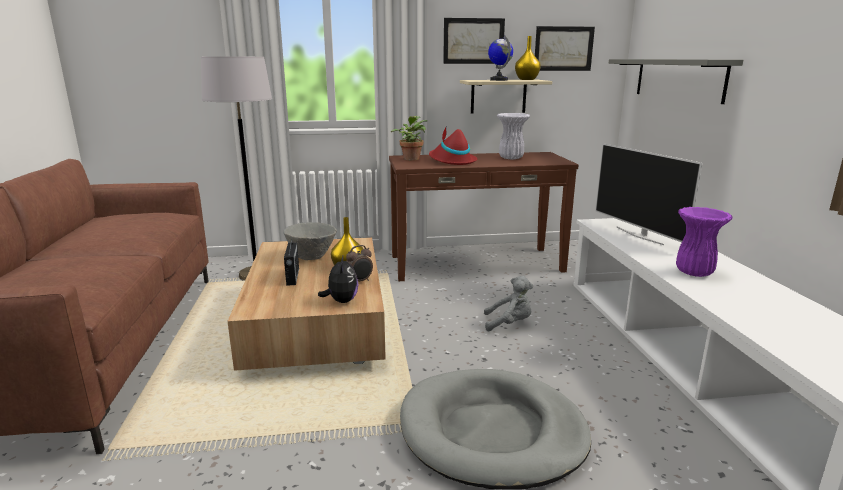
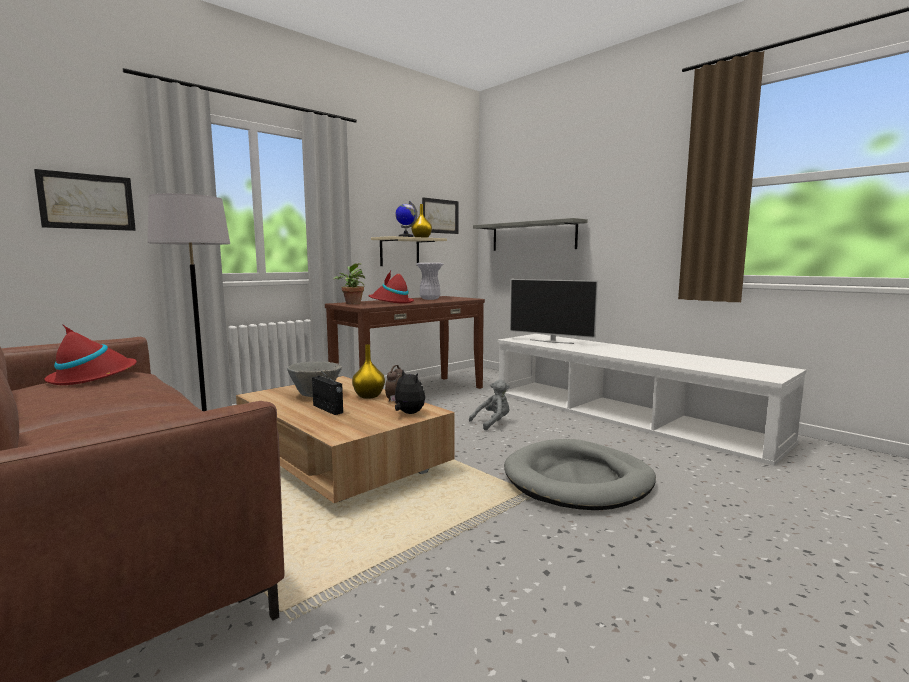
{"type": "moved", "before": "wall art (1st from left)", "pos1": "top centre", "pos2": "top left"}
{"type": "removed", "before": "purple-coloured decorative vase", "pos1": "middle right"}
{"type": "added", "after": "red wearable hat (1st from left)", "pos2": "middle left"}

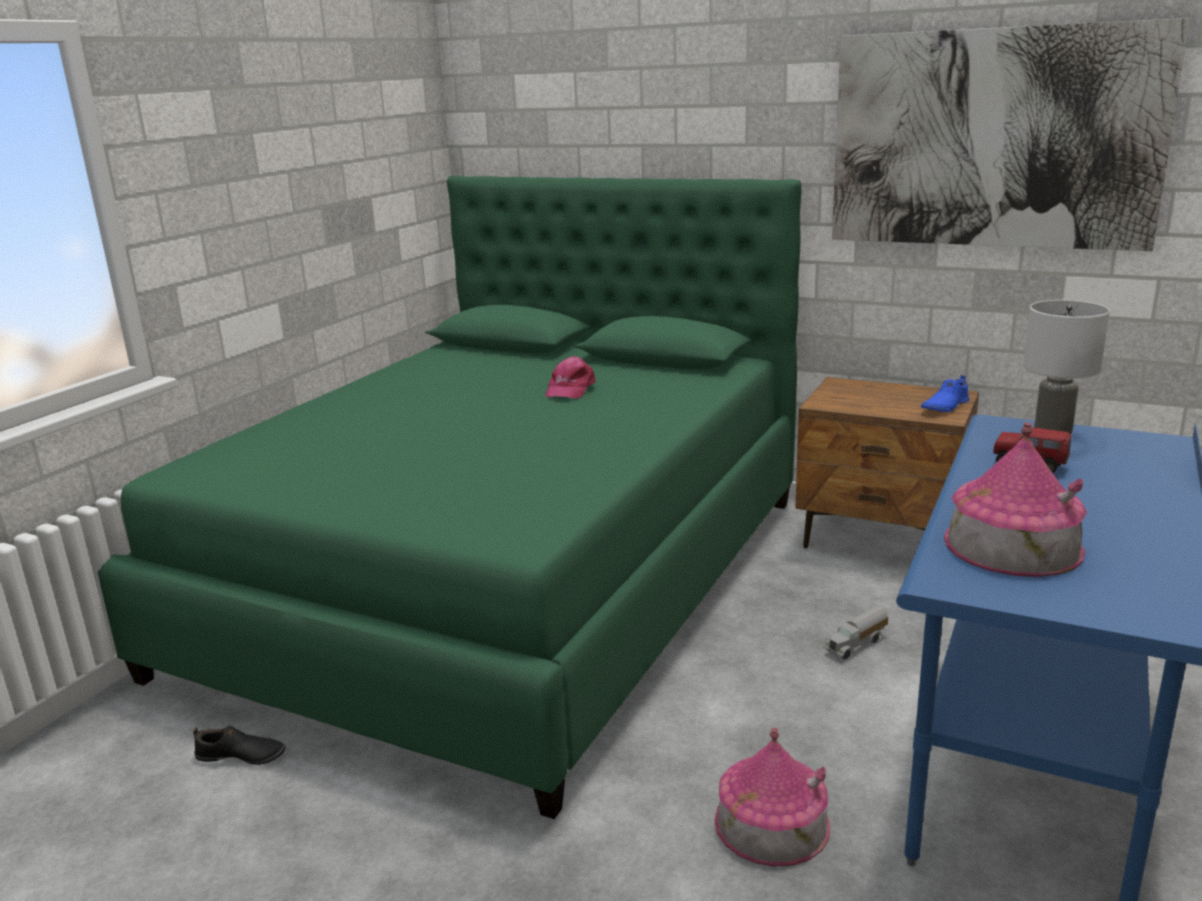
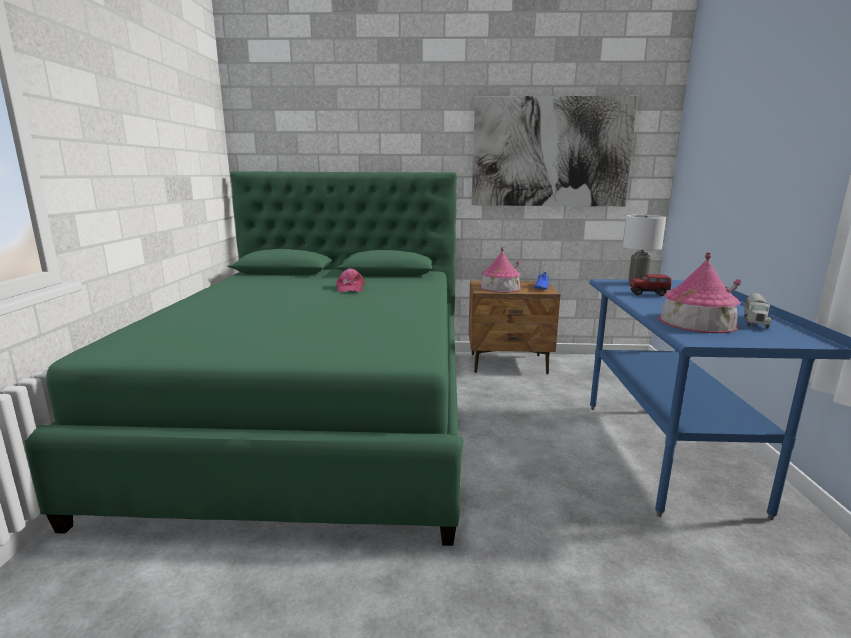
{"type": "removed", "before": "blackish low shoe", "pos1": "bottom left"}
{"type": "moved", "before": "model house (1st from left)", "pos1": "bottom centre", "pos2": "centre"}
{"type": "moved", "before": "toy lorry (1st from left in the first image)", "after": "toy lorry (2nd from left)", "pos1": "bottom right", "pos2": "middle right"}

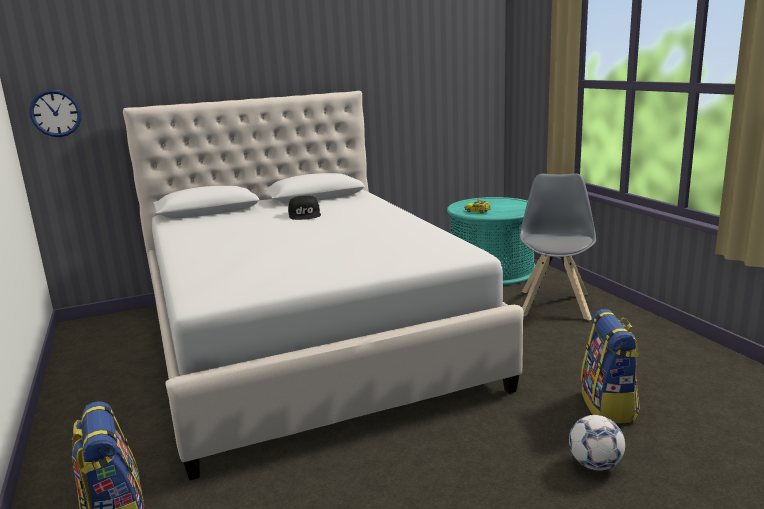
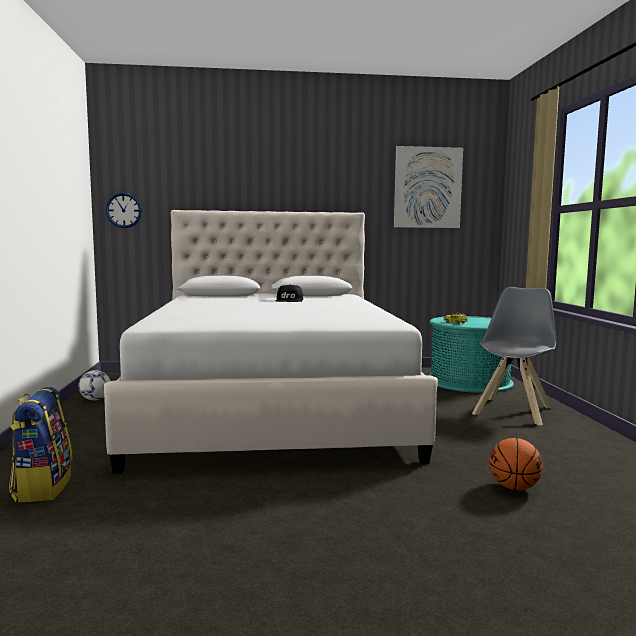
{"type": "moved", "before": "ball for football", "pos1": "bottom right", "pos2": "middle left"}
{"type": "replaced", "before": "rucksack (2nd from left)", "after": "basketball", "pos1": "bottom right", "pos2": "bottom right"}
{"type": "added", "after": "wall art", "pos2": "top right"}

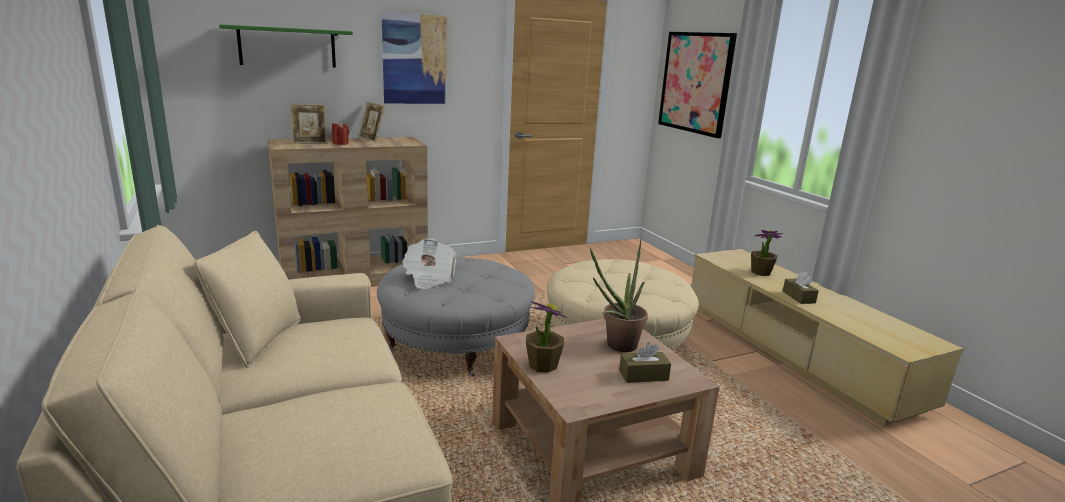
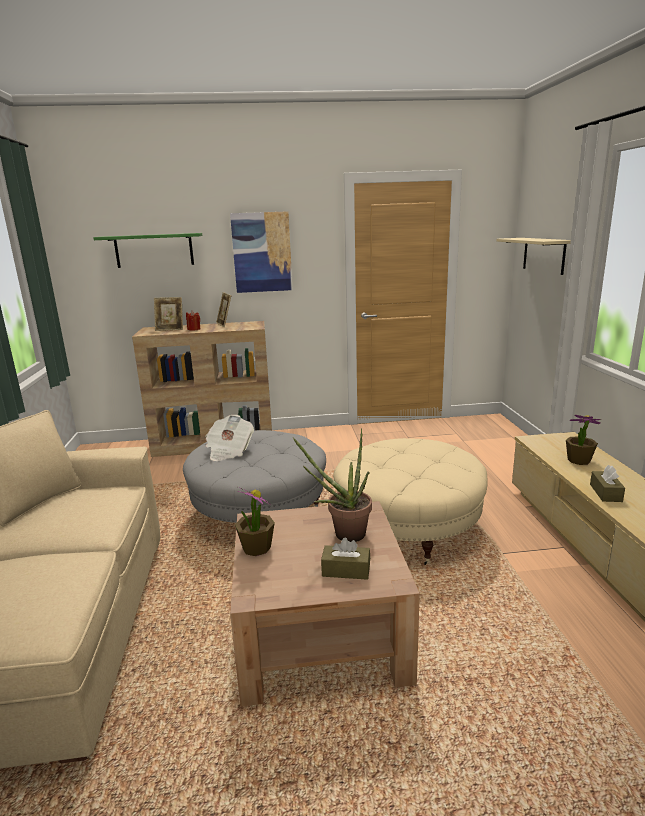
{"type": "replaced", "before": "wall art (2nd from left)", "after": "beige-coloured bracket shelf", "pos1": "top centre", "pos2": "top right"}

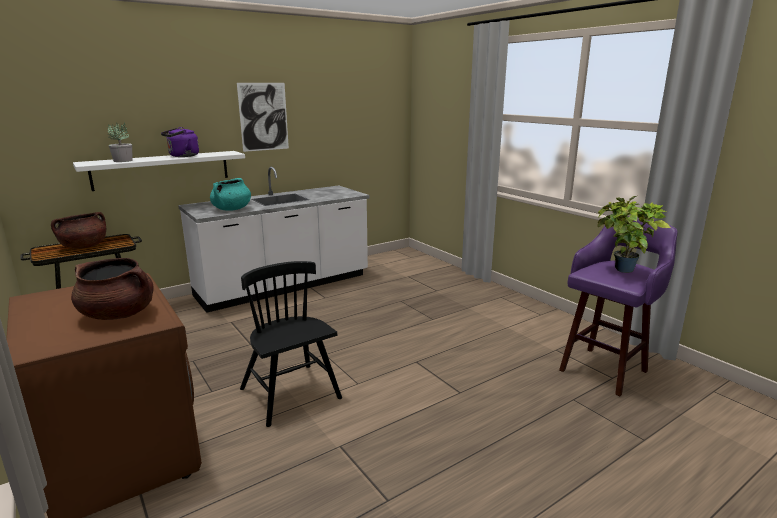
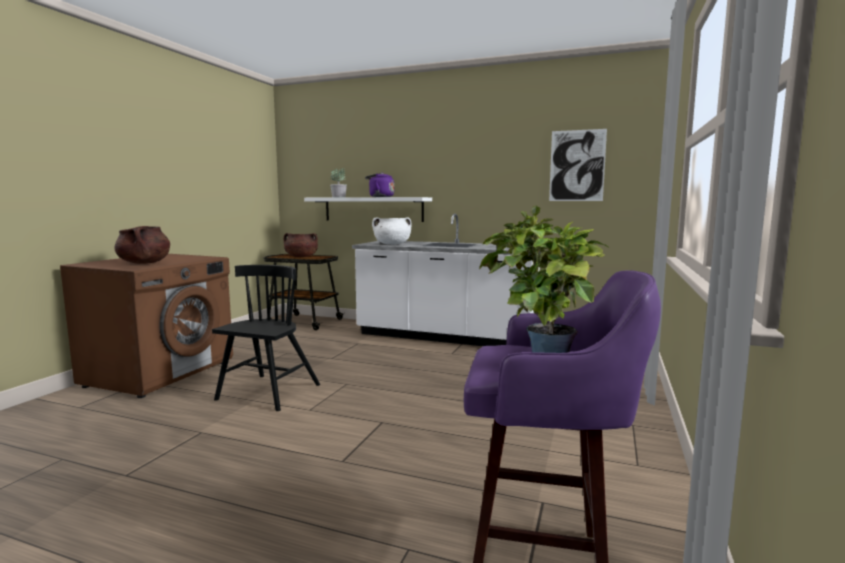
{"type": "recoloured", "before": "blue-green stockpot", "after": "whitish stockpot", "pos1": "middle left", "pos2": "centre"}
{"type": "moved", "before": "wall art", "pos1": "top centre", "pos2": "top right"}

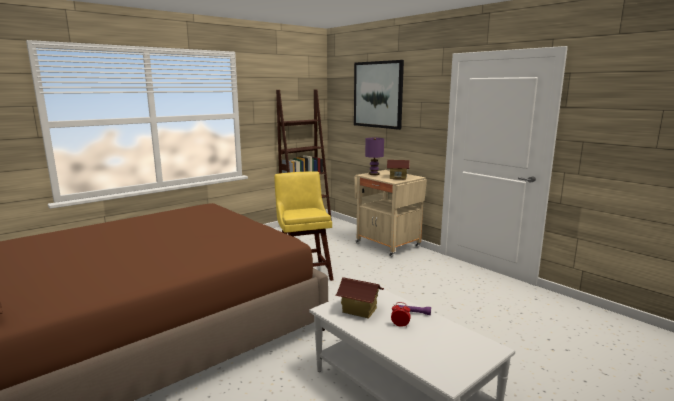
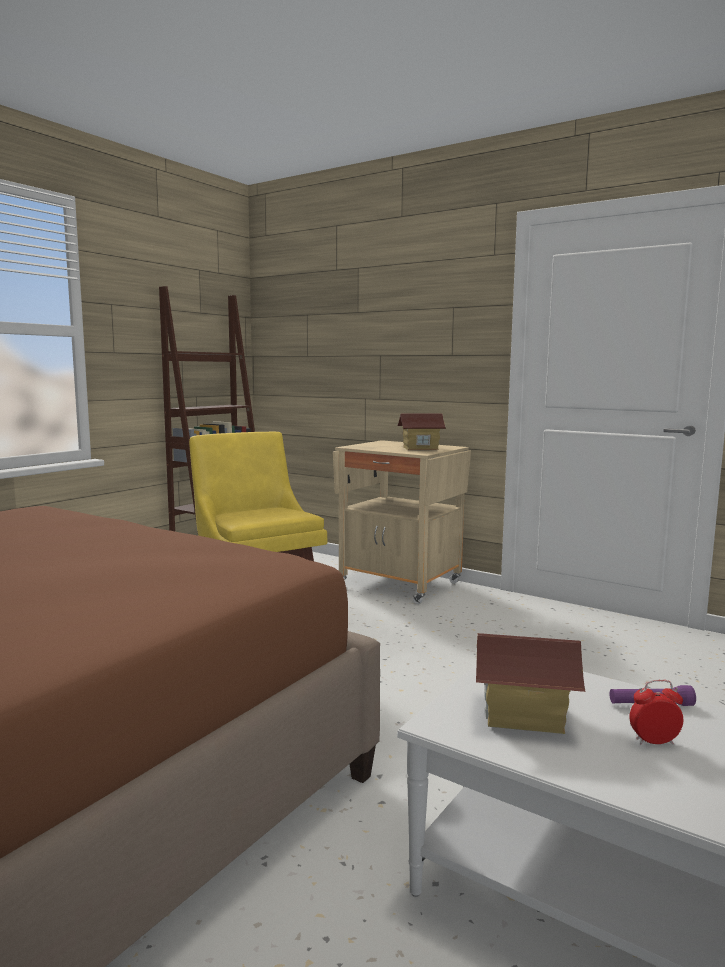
{"type": "removed", "before": "wall art", "pos1": "top centre"}
{"type": "removed", "before": "purple-coloured lamp for a table", "pos1": "centre"}

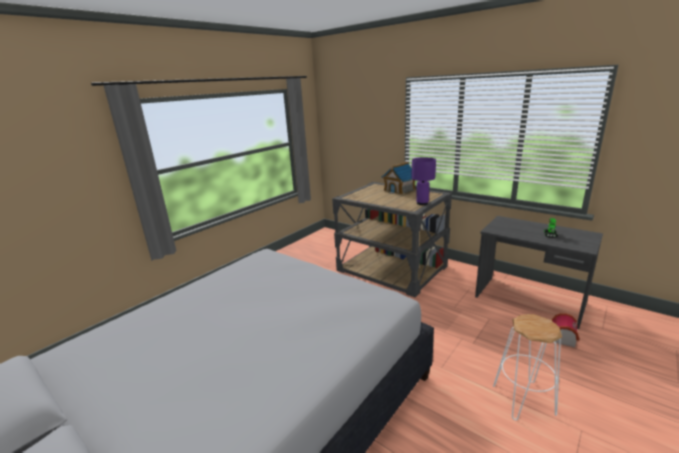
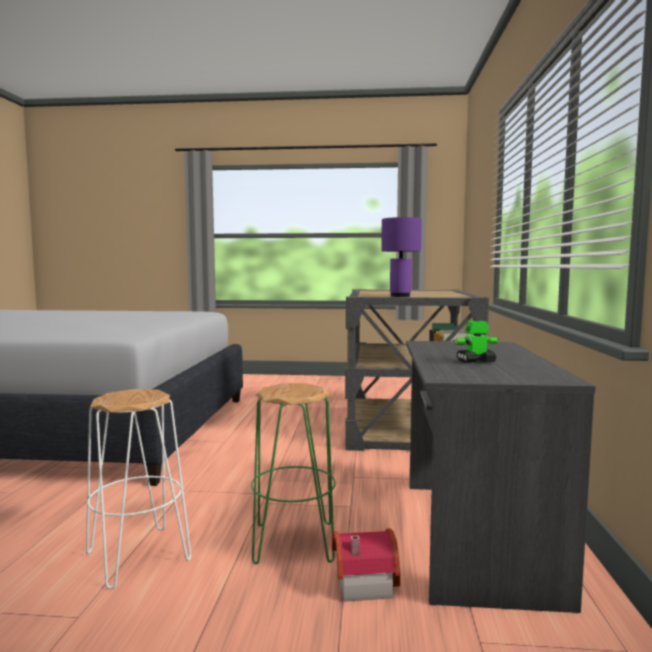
{"type": "removed", "before": "model house (1st from left)", "pos1": "centre"}
{"type": "added", "after": "green sitting stool", "pos2": "bottom centre"}

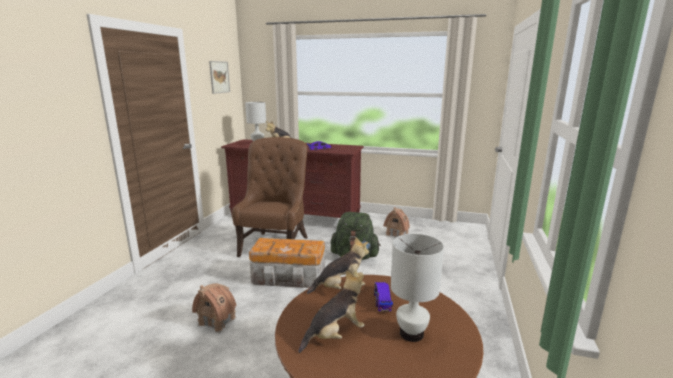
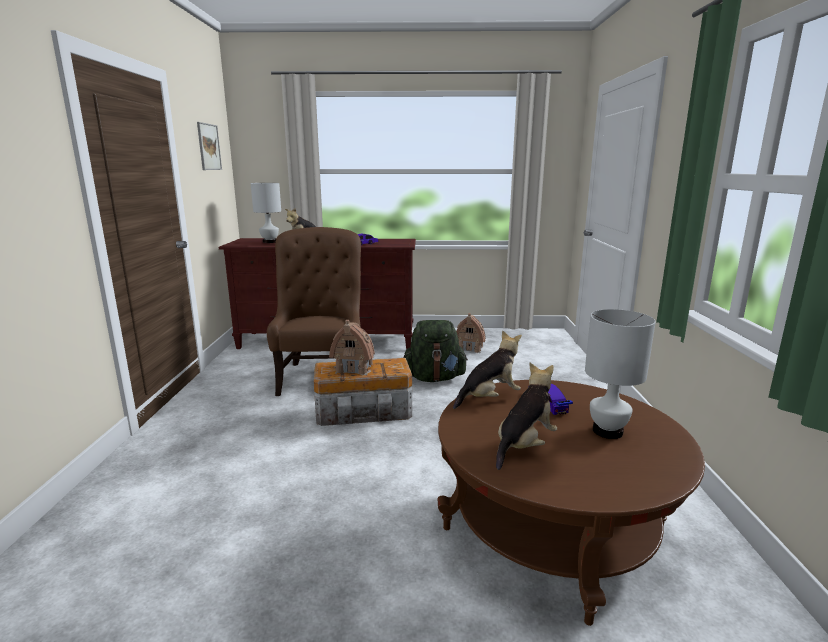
{"type": "moved", "before": "model house (1st from left)", "pos1": "bottom left", "pos2": "centre"}

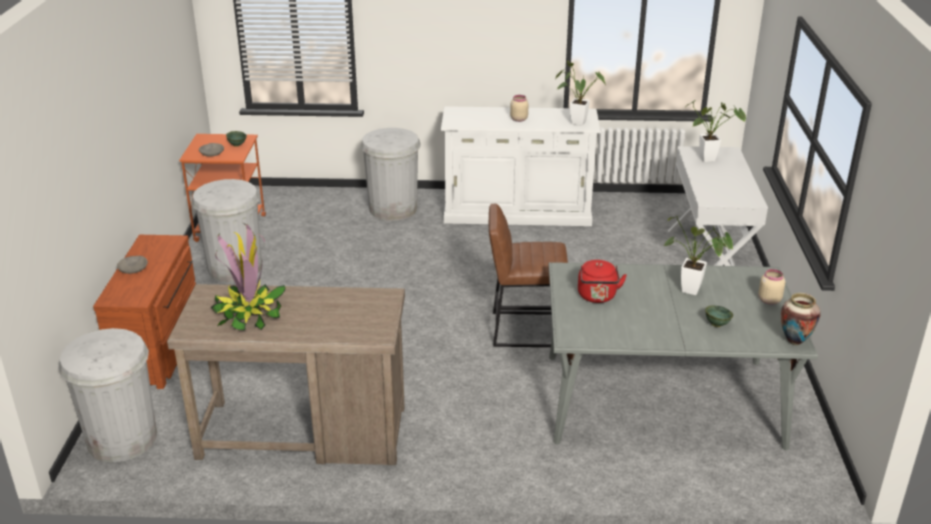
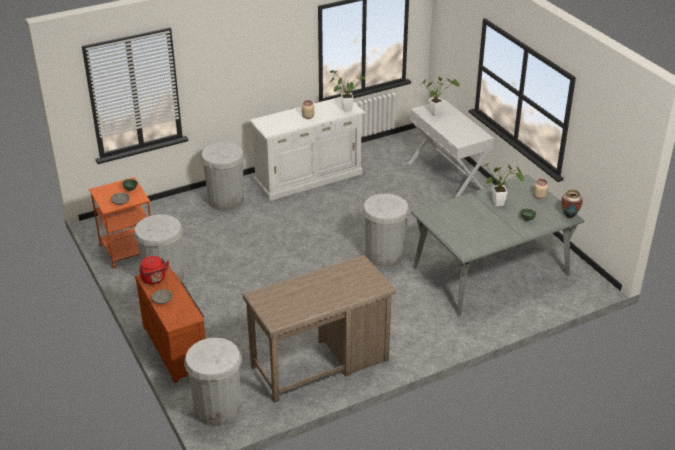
{"type": "removed", "before": "houseplant (1st from left)", "pos1": "middle left"}
{"type": "replaced", "before": "brownish chair", "after": "whitish rubbish bin (4th from left)", "pos1": "centre", "pos2": "centre"}
{"type": "moved", "before": "red water kettle", "pos1": "centre", "pos2": "middle left"}

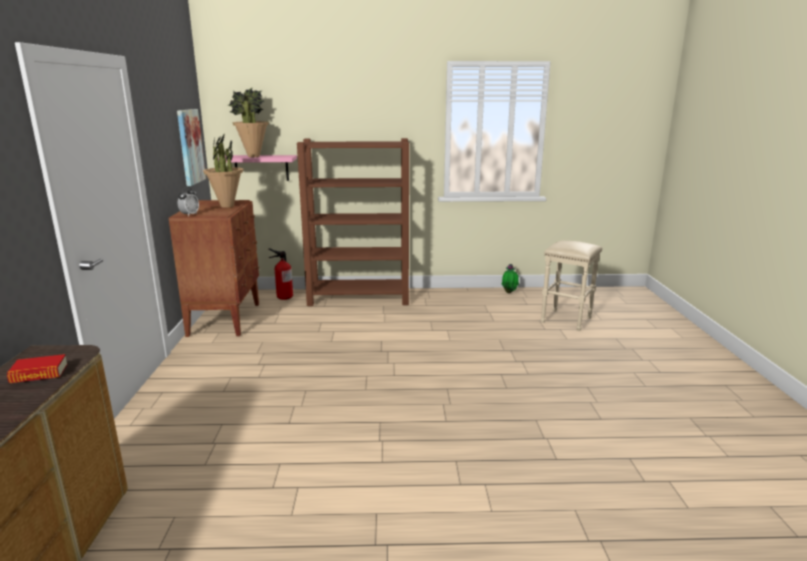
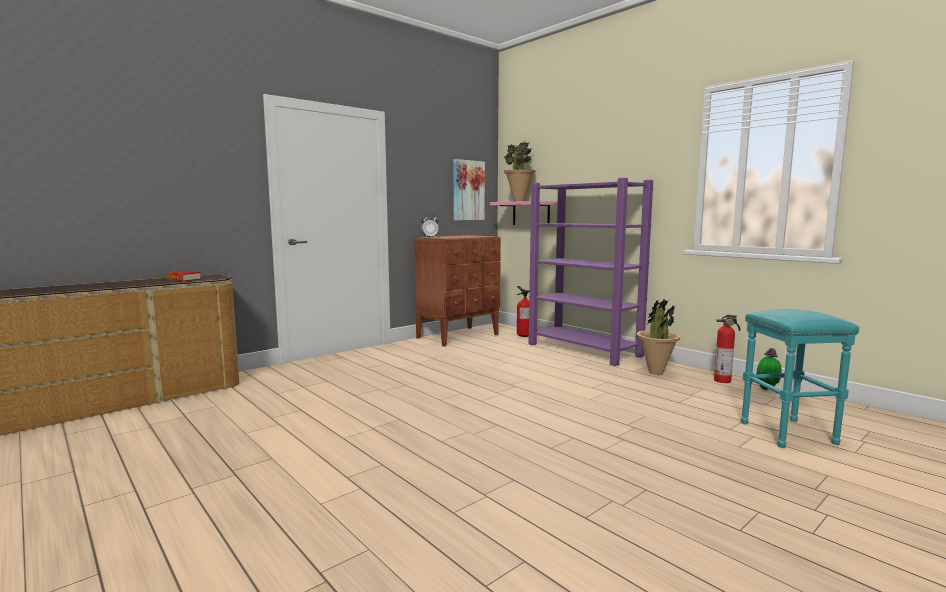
{"type": "moved", "before": "houseplant (1st from left in the first image)", "after": "houseplant (2nd from left)", "pos1": "top left", "pos2": "middle right"}
{"type": "recoloured", "before": "brownish bookshelf", "after": "purple-coloured bookshelf", "pos1": "centre", "pos2": "centre"}
{"type": "recoloured", "before": "beige-coloured sitting stool", "after": "blue-green sitting stool", "pos1": "middle right", "pos2": "middle right"}
{"type": "added", "after": "fire-fighting cylinder (2nd from left)", "pos2": "middle right"}

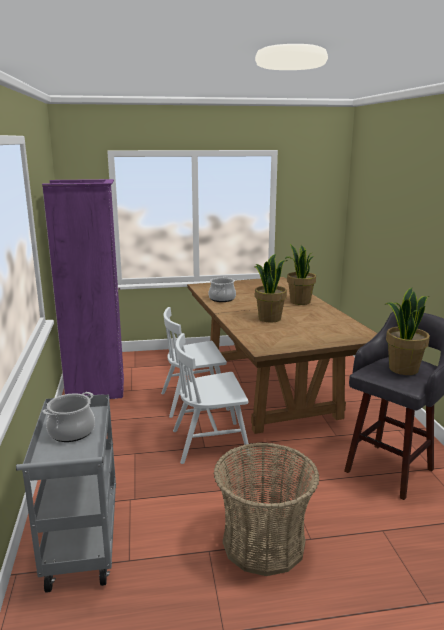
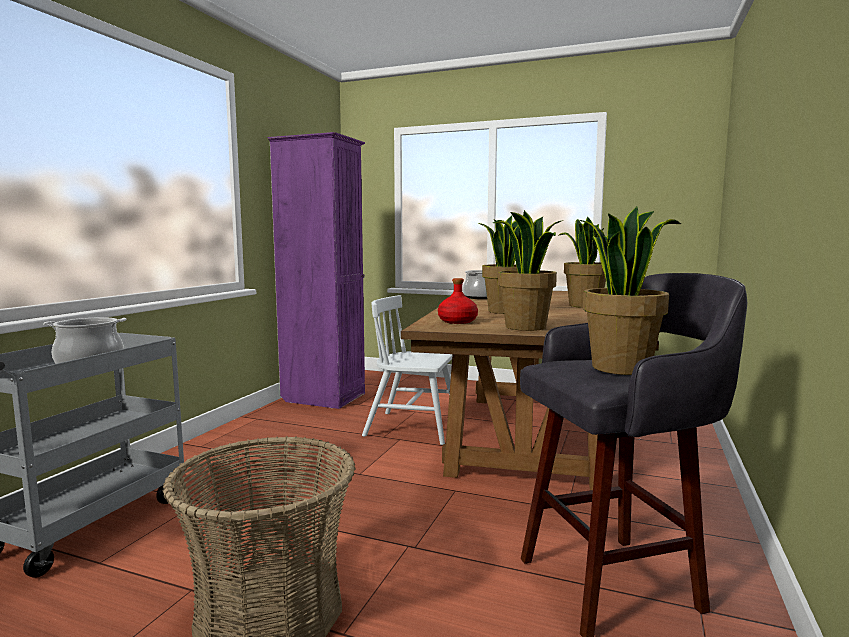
{"type": "removed", "before": "whitish chair (2nd from left)", "pos1": "centre"}
{"type": "added", "after": "red drink bottle", "pos2": "centre"}
{"type": "added", "after": "houseplant (2nd from left)", "pos2": "centre"}

